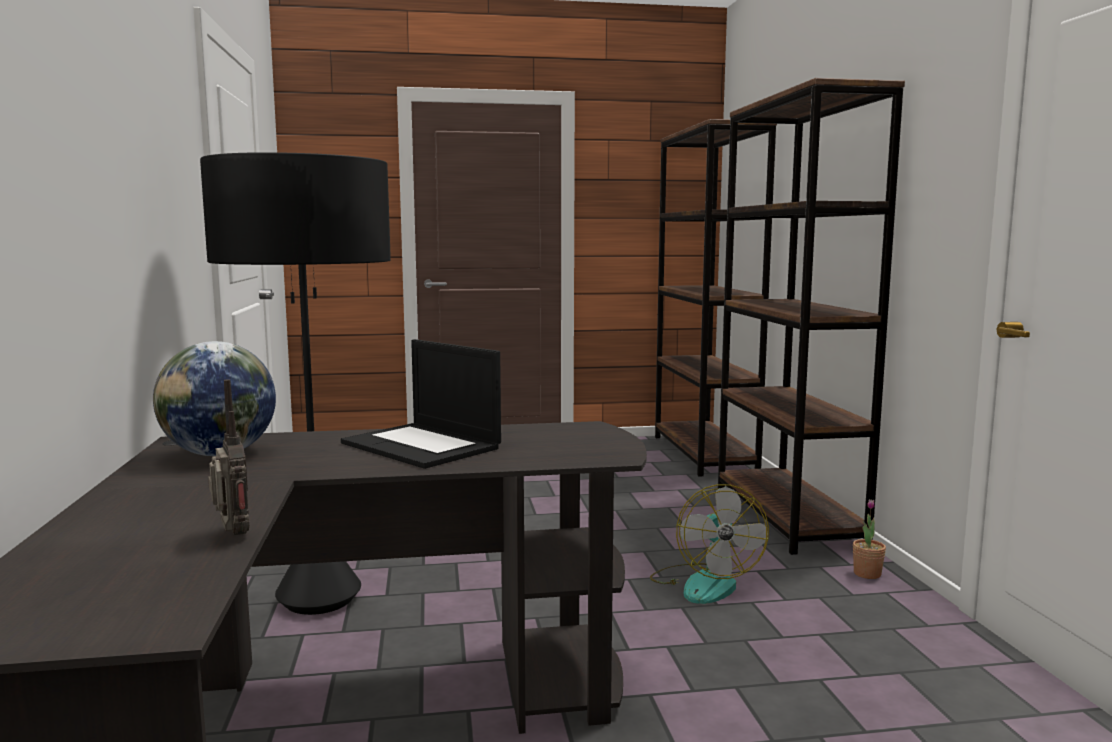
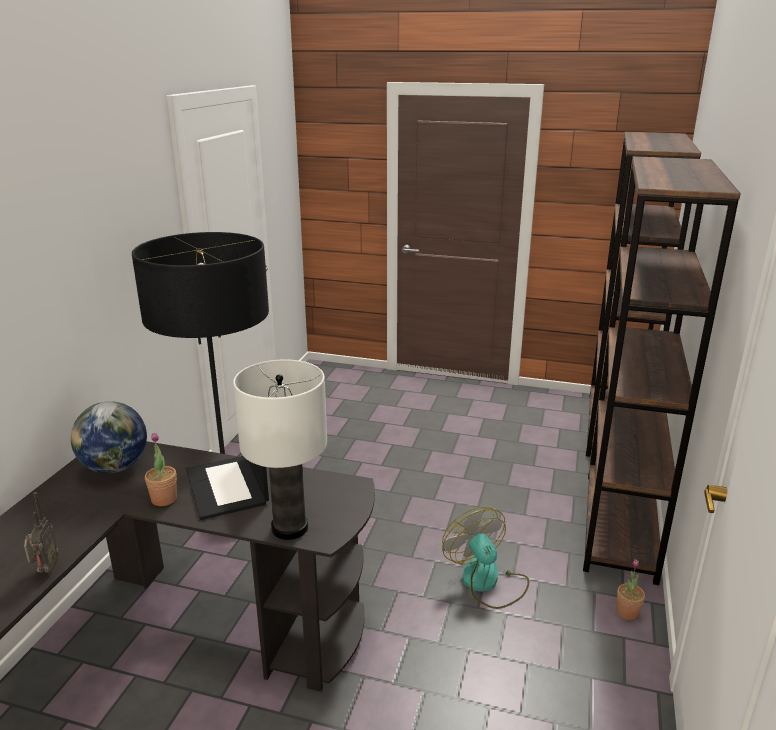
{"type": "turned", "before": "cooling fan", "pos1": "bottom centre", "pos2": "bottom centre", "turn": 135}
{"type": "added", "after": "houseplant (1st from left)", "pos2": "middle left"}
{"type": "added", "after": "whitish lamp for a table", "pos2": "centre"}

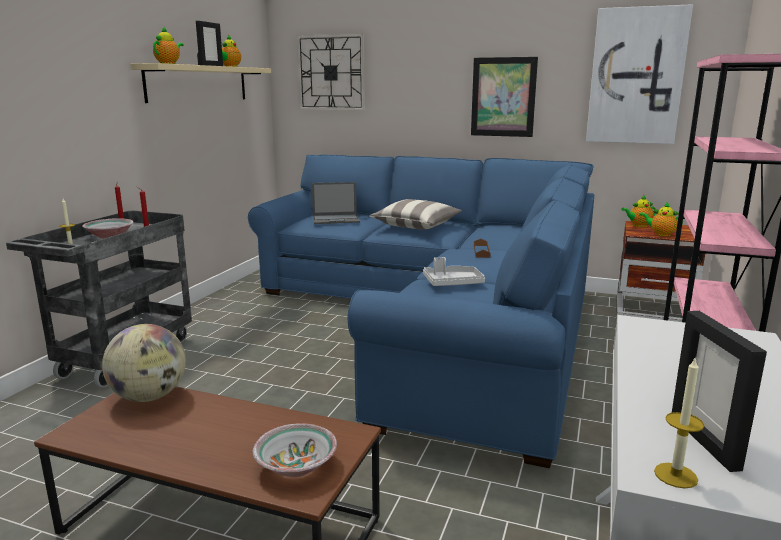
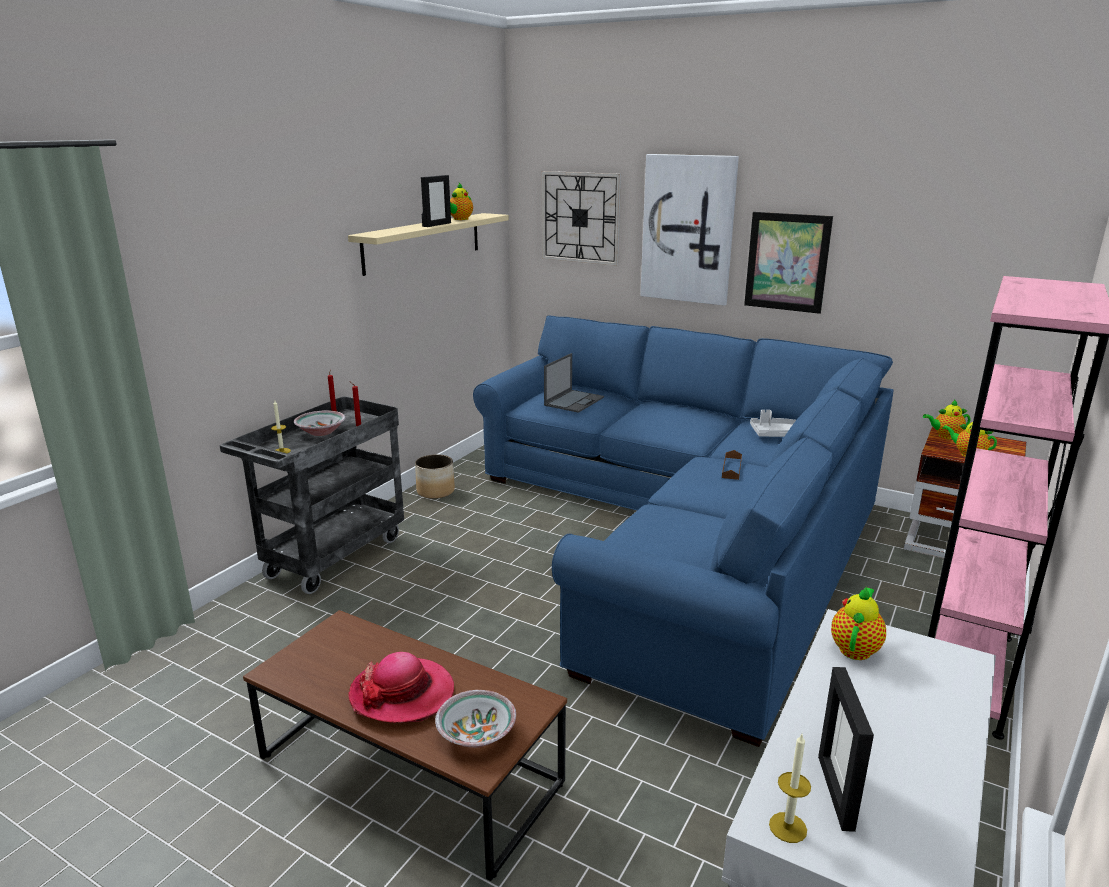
{"type": "removed", "before": "desk globe", "pos1": "bottom left"}
{"type": "moved", "before": "tea pot (1st from left in the first image)", "after": "tea pot (2nd from left)", "pos1": "top left", "pos2": "bottom right"}
{"type": "turned", "before": "notebook computer", "pos1": "centre", "pos2": "centre", "turn": -60}
{"type": "removed", "before": "pillow", "pos1": "centre"}
{"type": "moved", "before": "grey carrying tray", "pos1": "centre", "pos2": "middle right"}
{"type": "moved", "before": "wall art (2nd from left in the first image)", "after": "wall art (1st from left)", "pos1": "top right", "pos2": "top centre"}
{"type": "added", "after": "wearable hat", "pos2": "bottom centre"}
{"type": "added", "after": "flower pot", "pos2": "centre"}

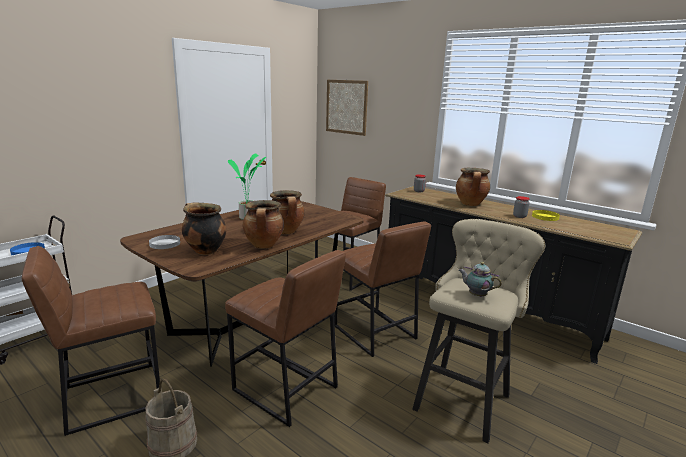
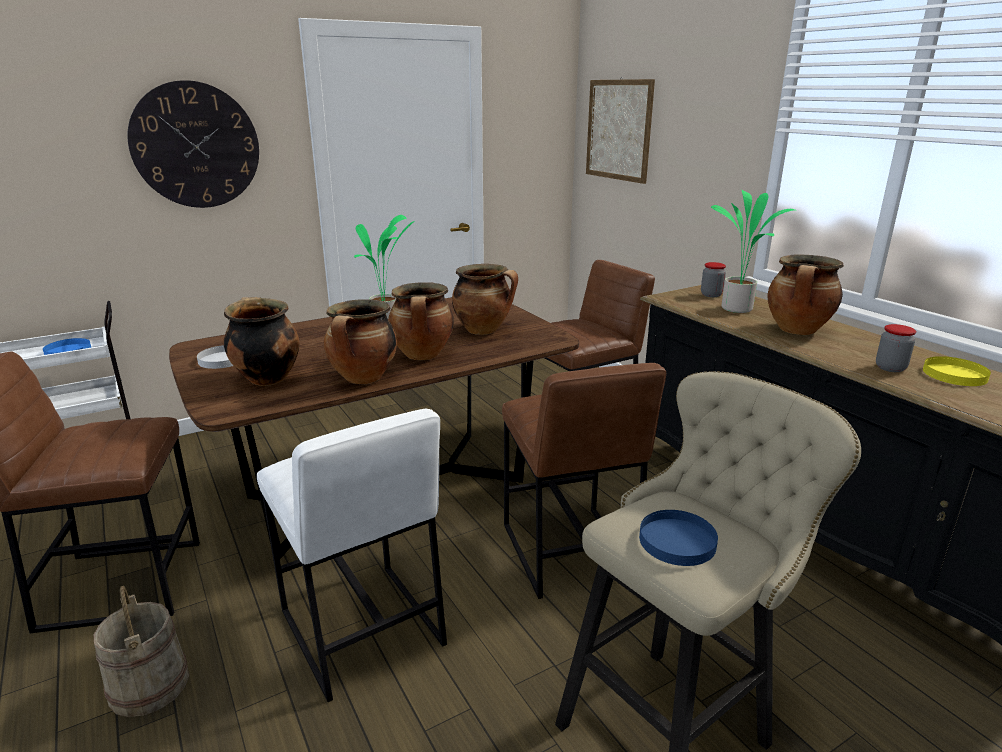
{"type": "recoloured", "before": "brownish chair (2nd from left)", "after": "whitish chair", "pos1": "bottom centre", "pos2": "bottom centre"}
{"type": "replaced", "before": "tea pot", "after": "bluish plate (2nd from left)", "pos1": "middle right", "pos2": "bottom right"}
{"type": "added", "after": "hanging clock", "pos2": "top left"}
{"type": "added", "after": "stockpot (4th from left)", "pos2": "centre"}
{"type": "added", "after": "houseplant (2nd from left)", "pos2": "middle right"}

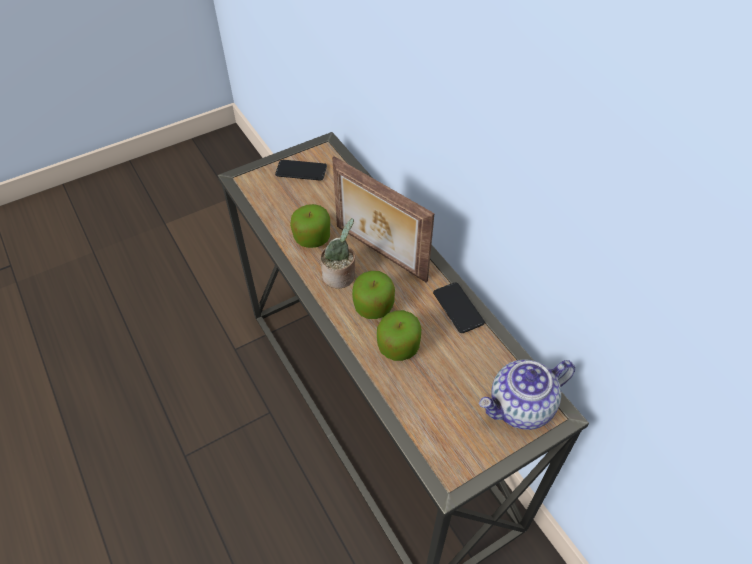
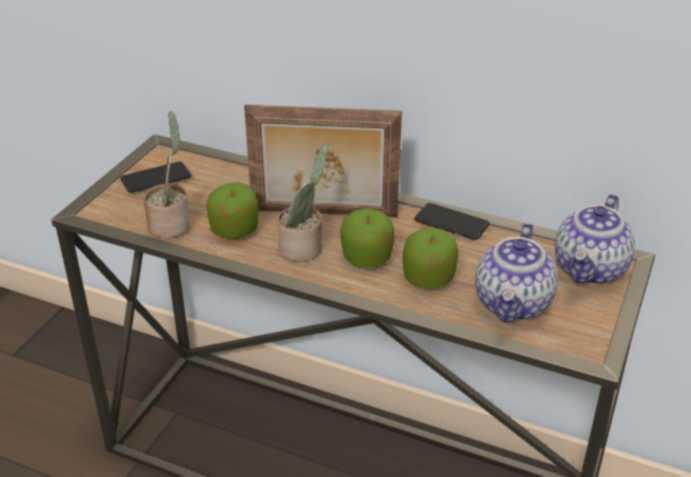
{"type": "added", "after": "houseplant (1st from left)", "pos2": "middle left"}
{"type": "added", "after": "tea pot (1st from left)", "pos2": "middle right"}

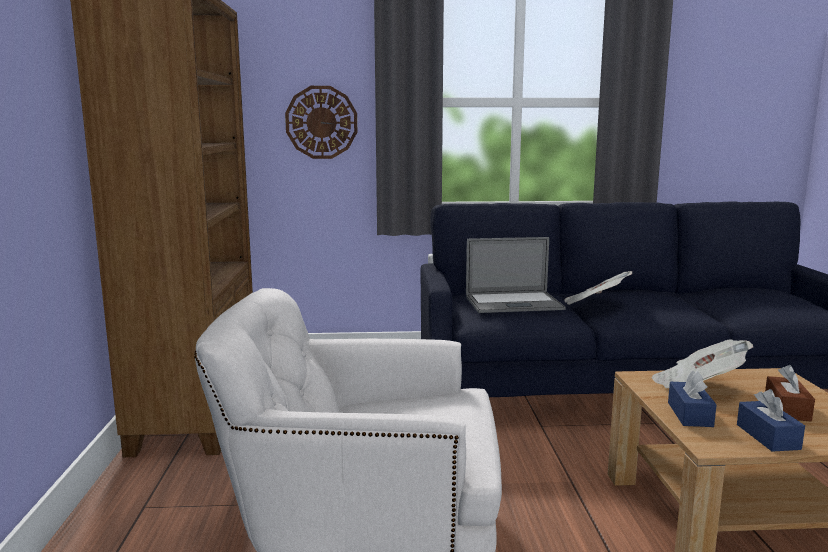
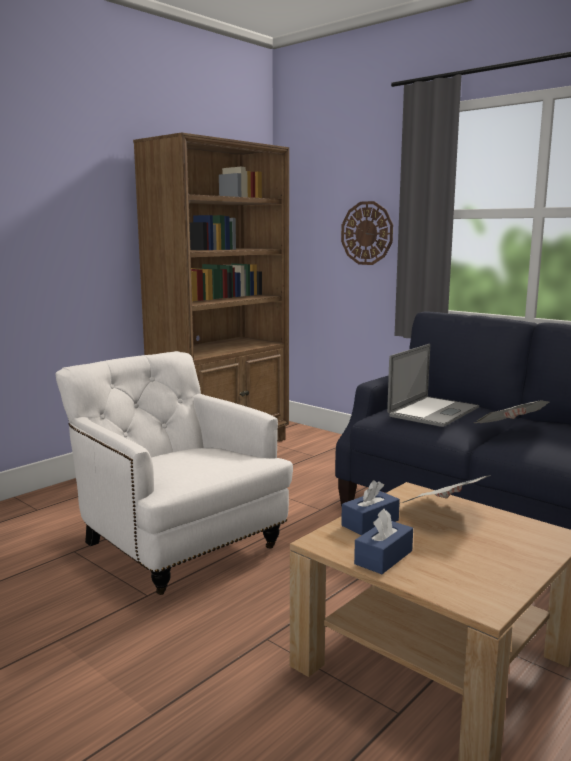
{"type": "turned", "before": "notebook computer", "pos1": "centre", "pos2": "middle right", "turn": -90}
{"type": "removed", "before": "brownish tissue box", "pos1": "bottom right"}

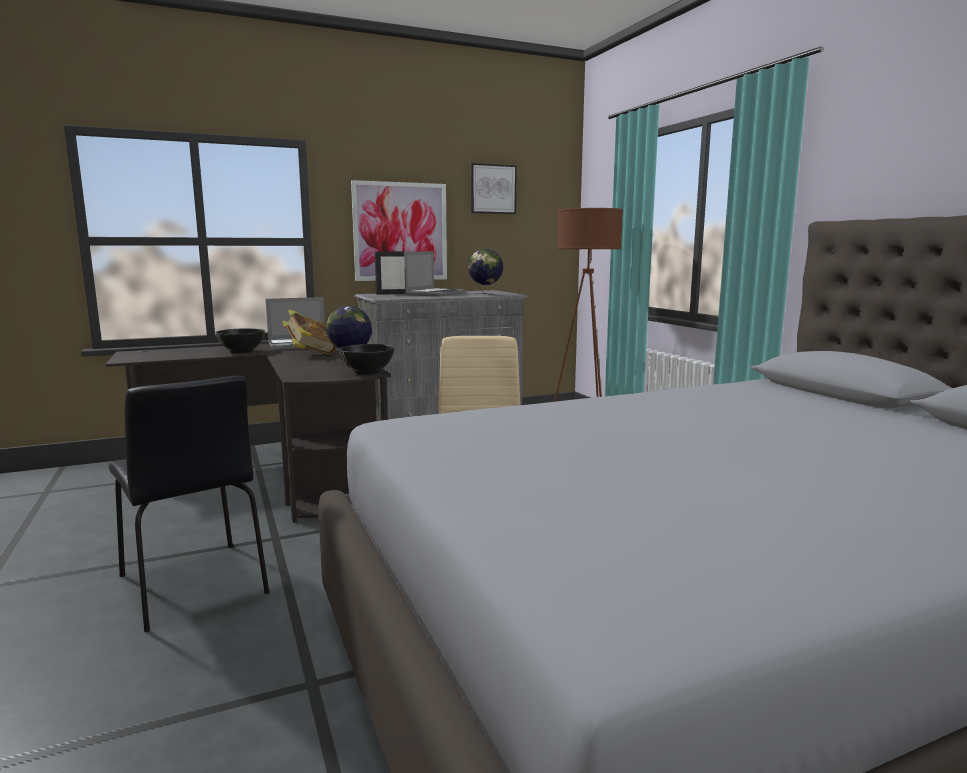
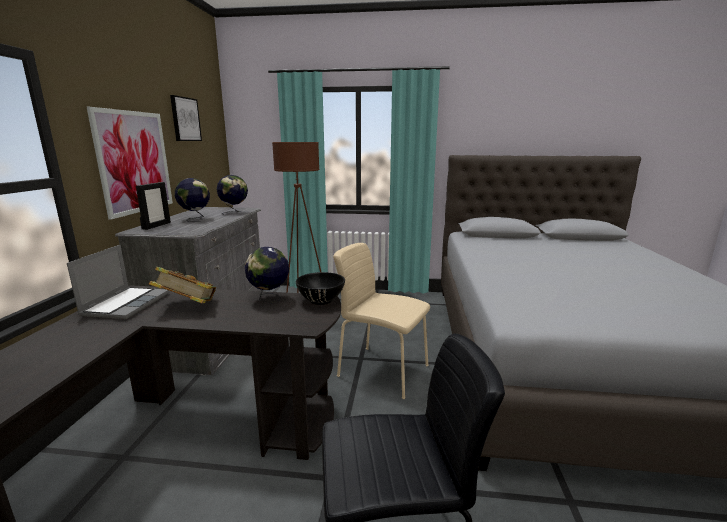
{"type": "removed", "before": "blackish bowl (1st from left)", "pos1": "middle left"}
{"type": "replaced", "before": "notebook computer (2nd from left)", "after": "desk globe (1st from left)", "pos1": "centre", "pos2": "middle left"}

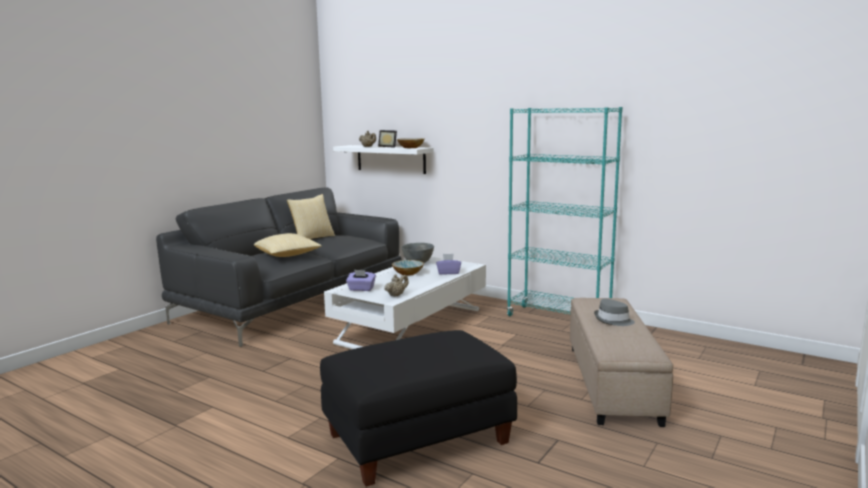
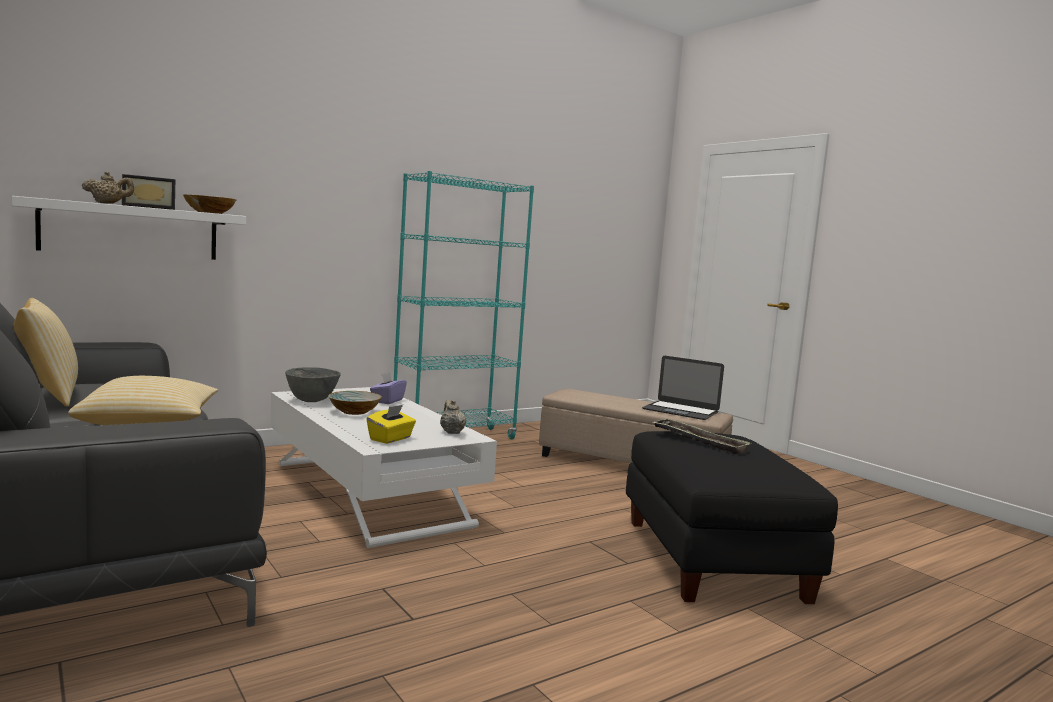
{"type": "recoloured", "before": "purple-coloured tissue box (1st from left)", "after": "yellowish tissue box", "pos1": "centre", "pos2": "centre"}
{"type": "removed", "before": "grey wearable hat", "pos1": "middle right"}
{"type": "added", "after": "notebook computer", "pos2": "centre"}
{"type": "added", "after": "carrying tray", "pos2": "middle right"}

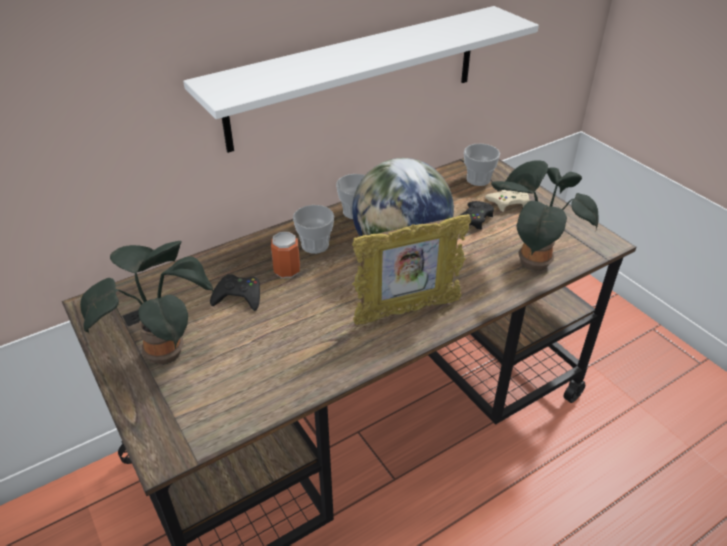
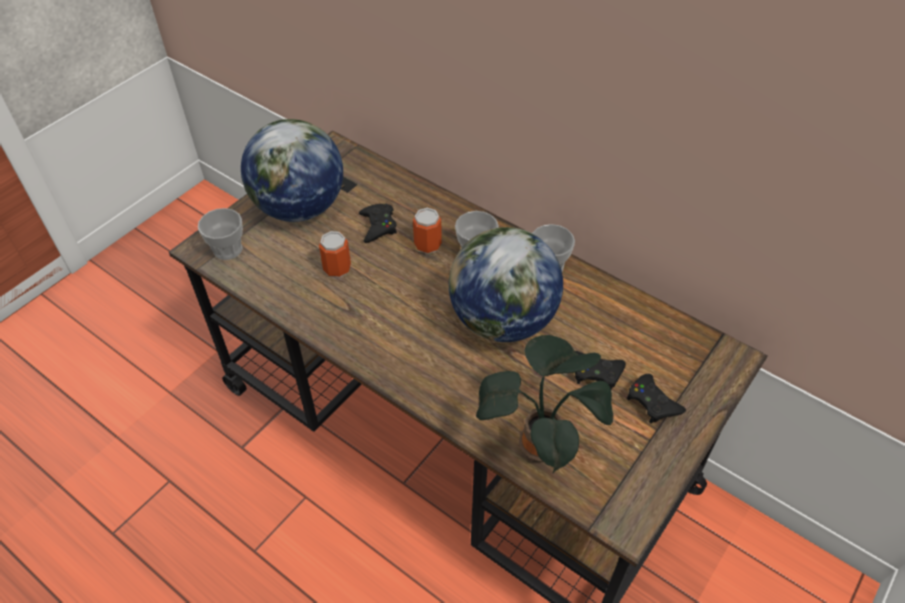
{"type": "replaced", "before": "houseplant (1st from left)", "after": "desk globe (1st from left)", "pos1": "middle left", "pos2": "top left"}
{"type": "removed", "before": "whitish bracket shelf", "pos1": "top centre"}
{"type": "removed", "before": "standing frame", "pos1": "centre"}
{"type": "moved", "before": "drinking cup (3rd from left in the first image)", "after": "drinking cup (1st from left)", "pos1": "top centre", "pos2": "middle left"}
{"type": "recoloured", "before": "beige-coloured gamepad", "after": "blackish gamepad (3rd from left)", "pos1": "middle right", "pos2": "middle right"}
{"type": "added", "after": "metal can (1st from left)", "pos2": "centre"}

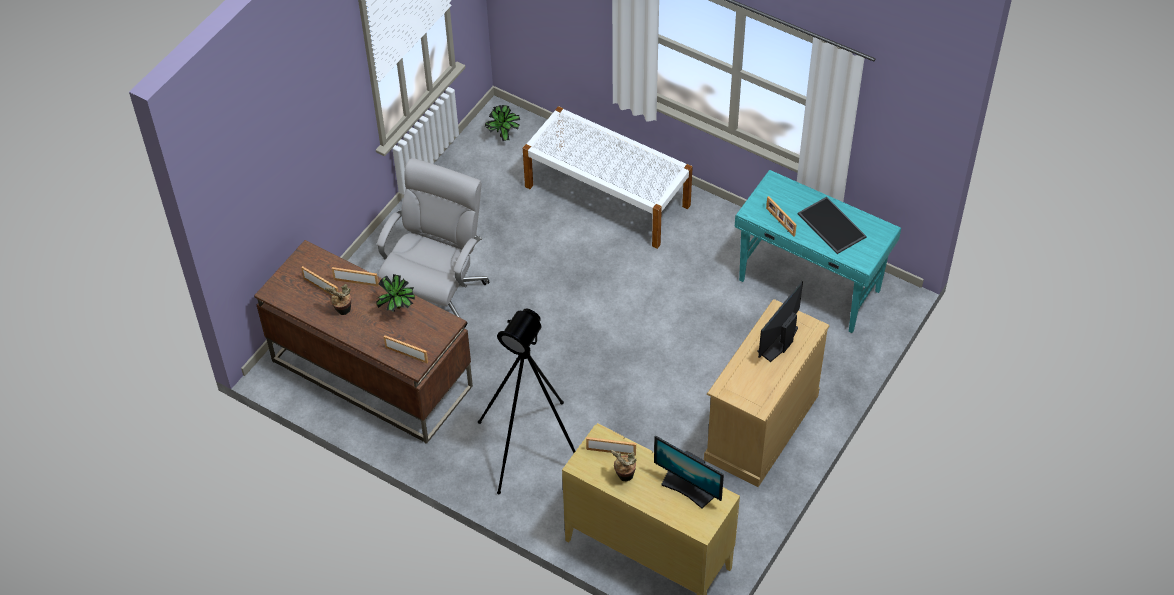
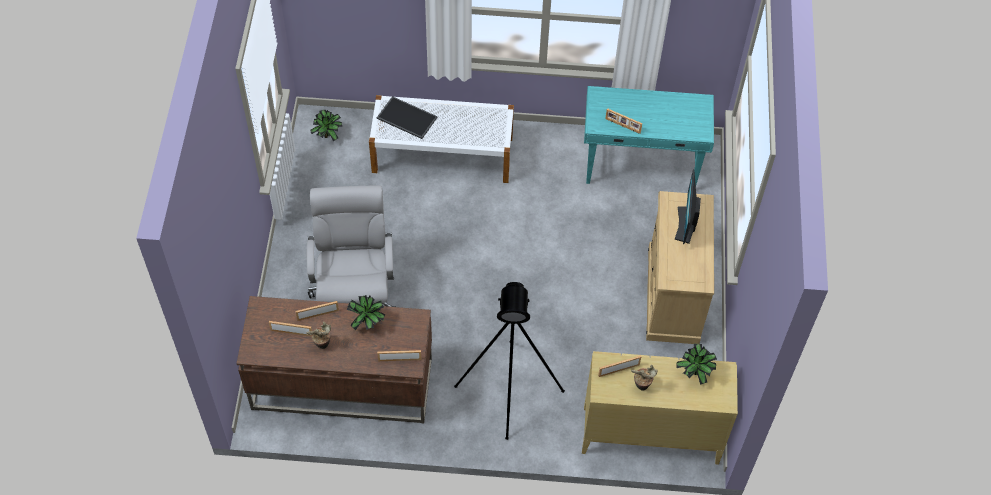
{"type": "replaced", "before": "computer screen (1st from left)", "after": "houseplant (5th from left)", "pos1": "bottom centre", "pos2": "bottom right"}
{"type": "moved", "before": "carrying tray", "pos1": "middle right", "pos2": "top centre"}

